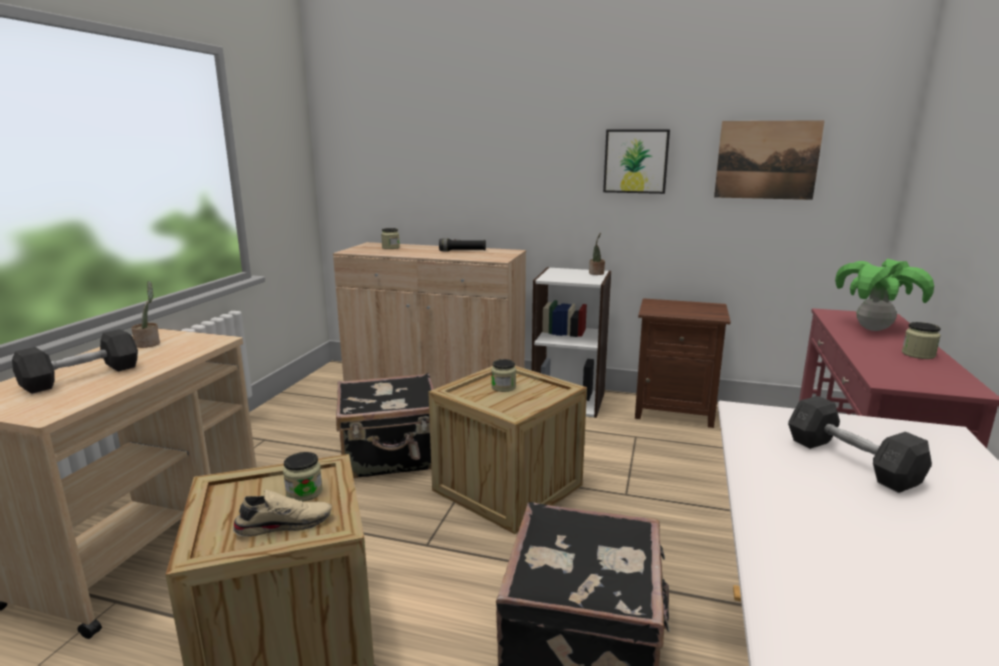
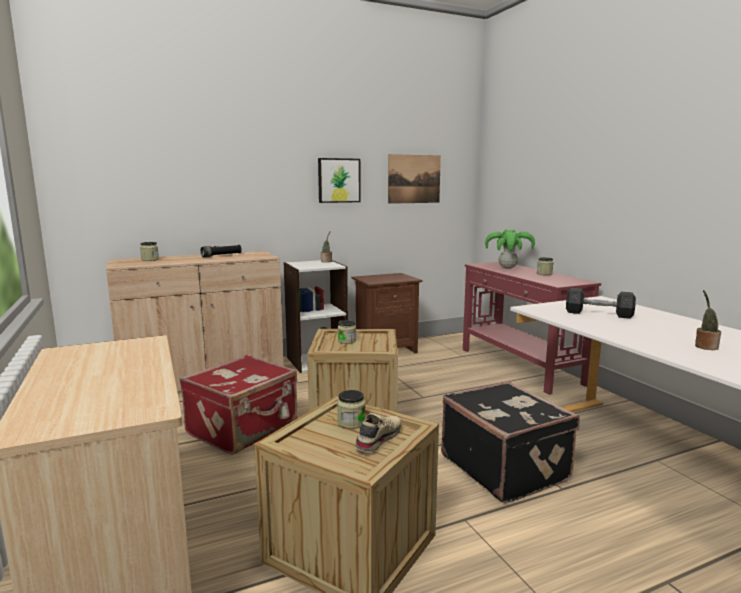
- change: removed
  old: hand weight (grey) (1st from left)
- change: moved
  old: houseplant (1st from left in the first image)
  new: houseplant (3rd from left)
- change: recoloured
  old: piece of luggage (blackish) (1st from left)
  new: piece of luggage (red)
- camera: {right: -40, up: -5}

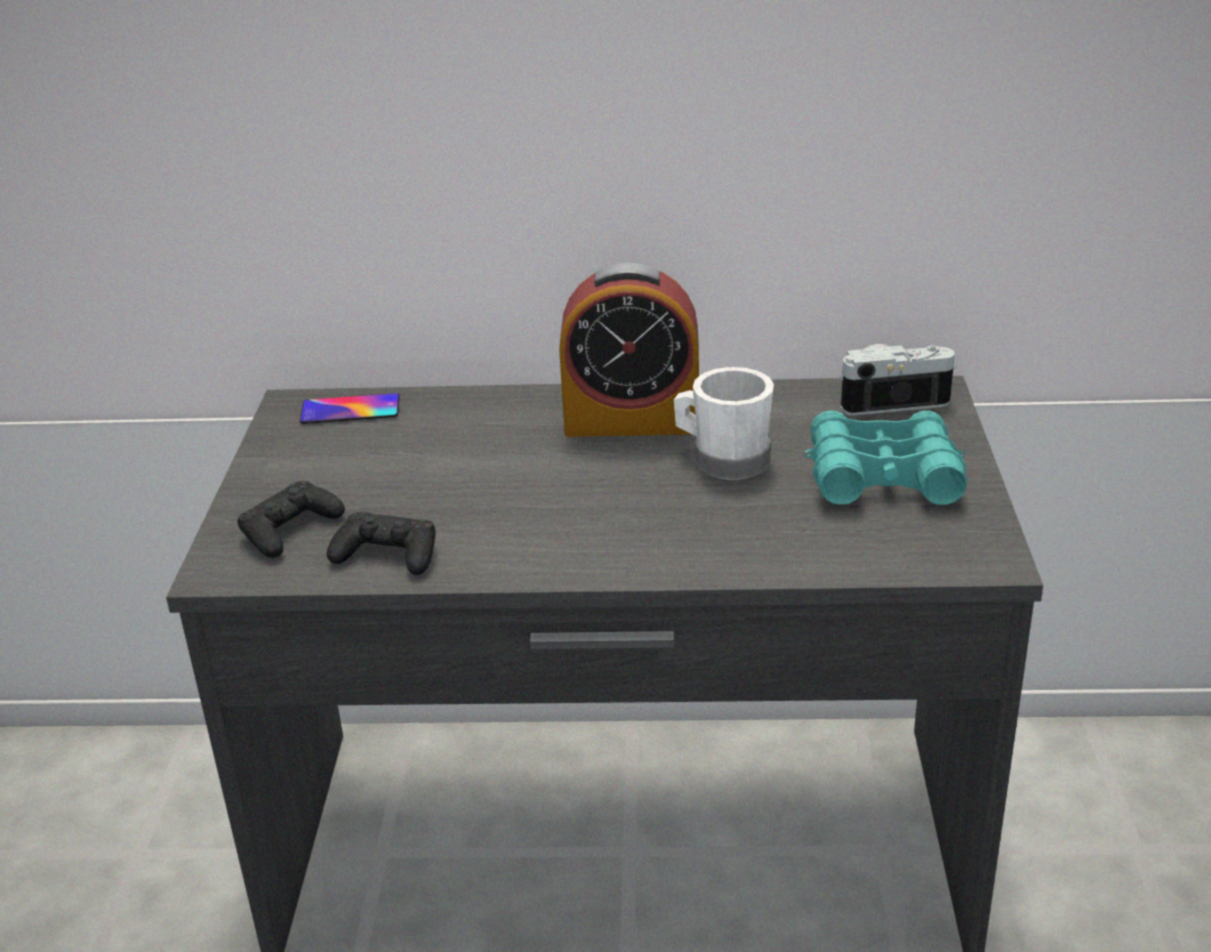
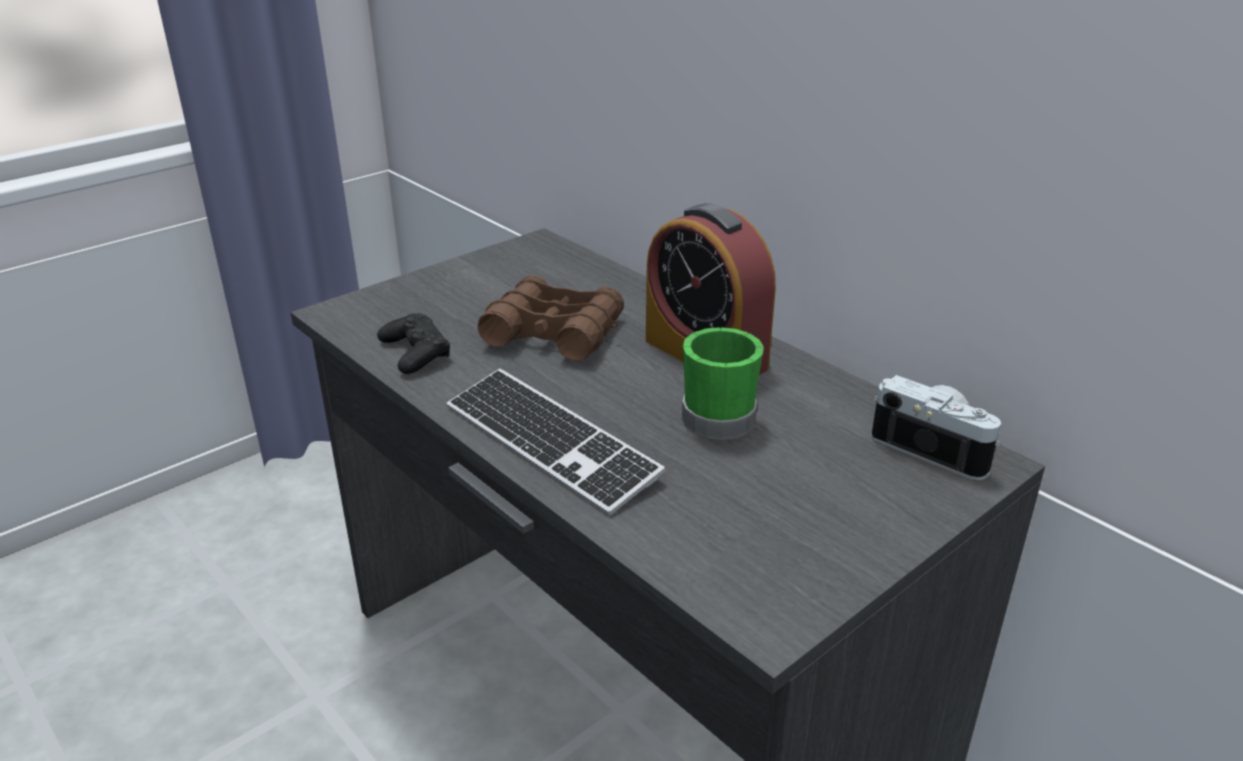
- change: removed
  old: gamepad (blackish) (1st from left)
- change: removed
  old: handset
- change: removed
  old: binoculars (blue-green)
- change: added
  new: computer keyboard
- change: added
  new: binoculars (brownish)
- change: recoloured
  old: tea mug (whitish)
  new: tea mug (green)
- camera: {right: 45, up: 0}

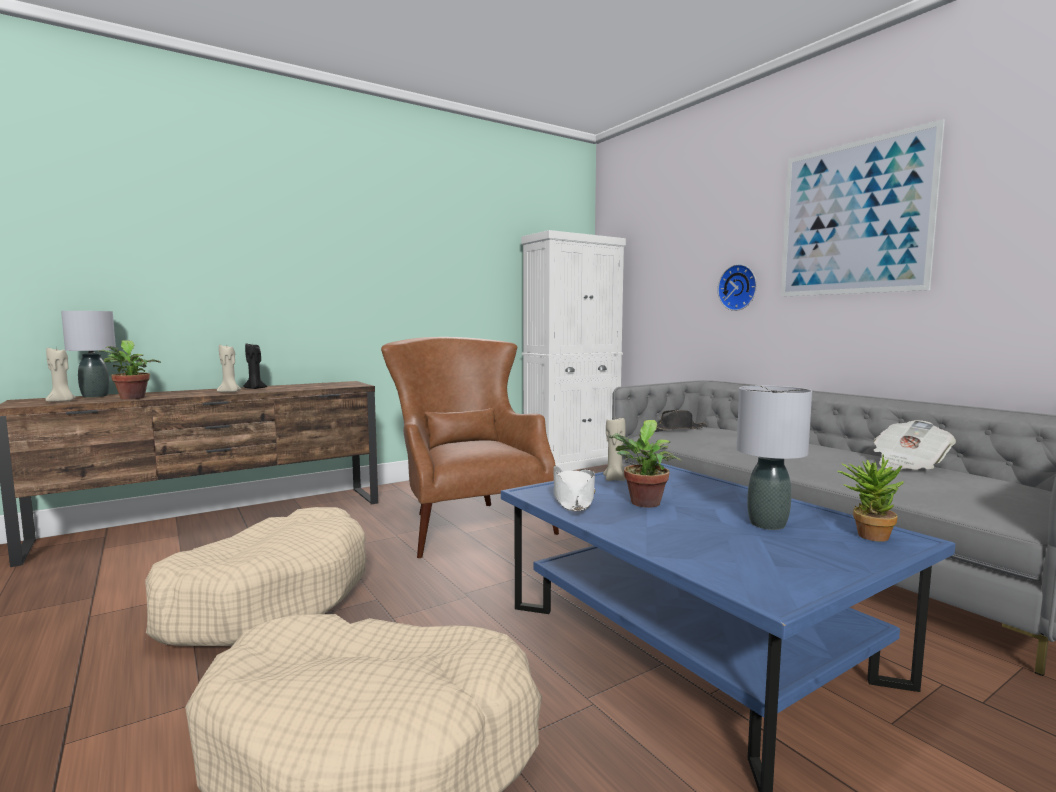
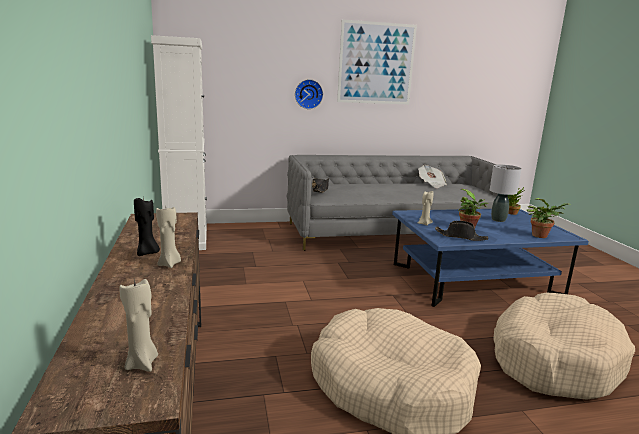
- change: removed
  old: table lamp (grey) (1st from left)
- change: removed
  old: armchair (brownish)
- change: moved
  old: houseplant (1st from left in the first image)
  new: houseplant (3rd from left)
- change: recoloured
  old: wearable hat (whitish)
  new: wearable hat (blackish) (2nd from left)
- camera: {right: -70, up: 10}

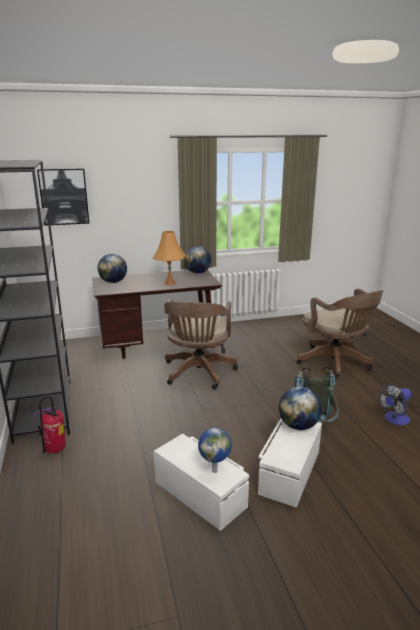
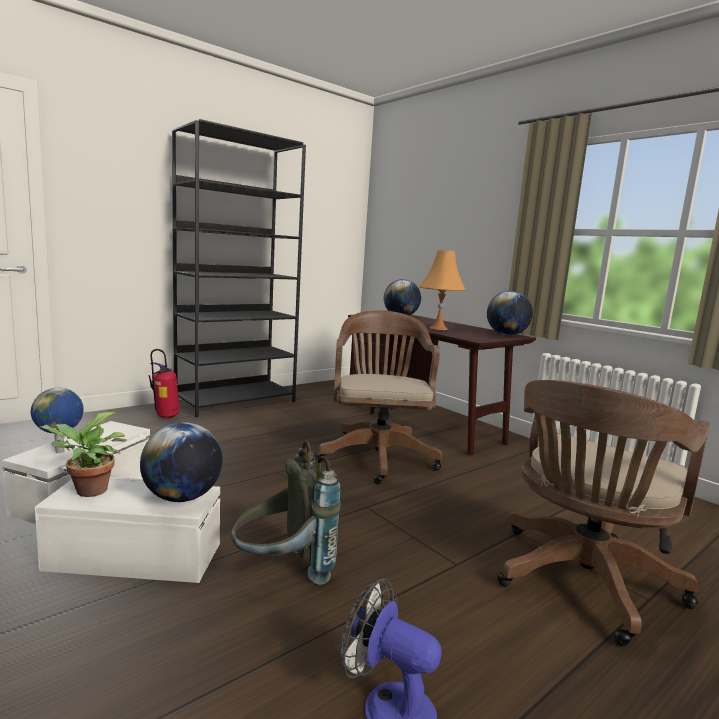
- change: removed
  old: wall picture
- change: added
  new: houseplant
- change: turned
  old: office chair (brownish) (1st from left)
  degrees: 105
- camera: {right: 65, up: -10}

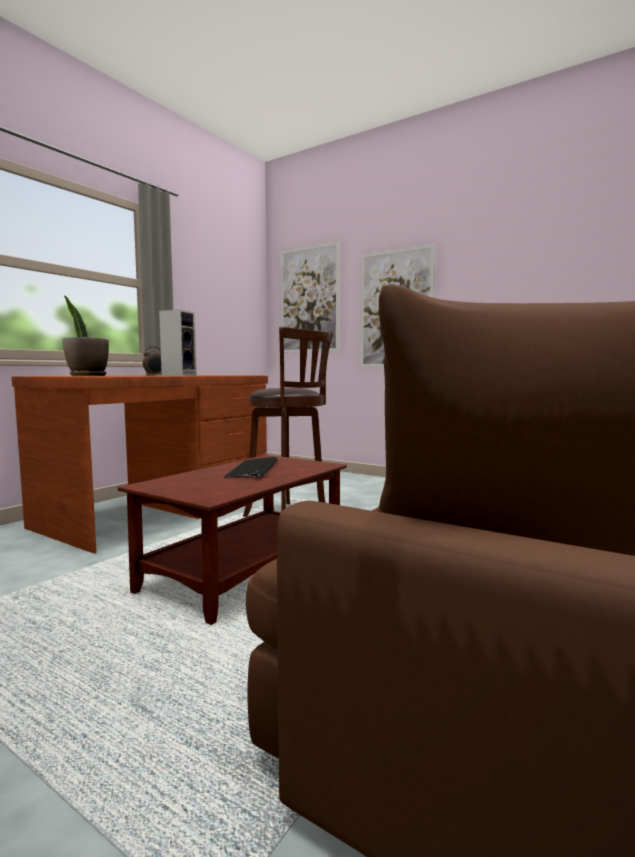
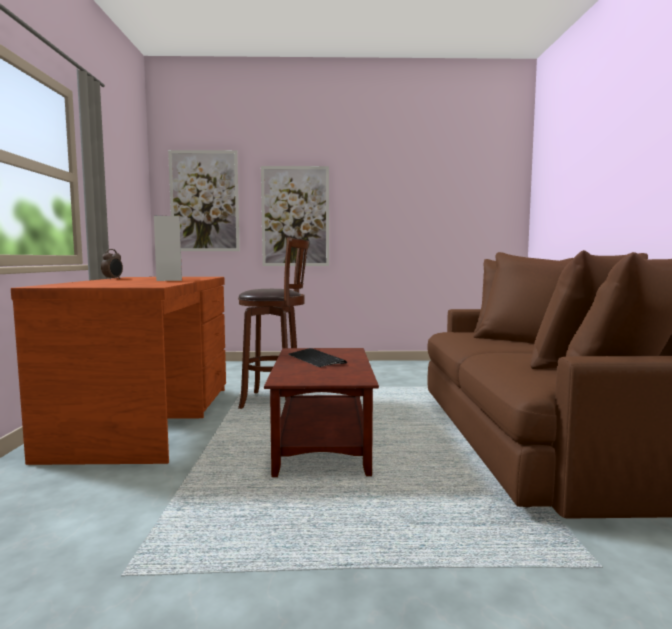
- change: removed
  old: houseplant
- camera: {right: -35, up: 0}

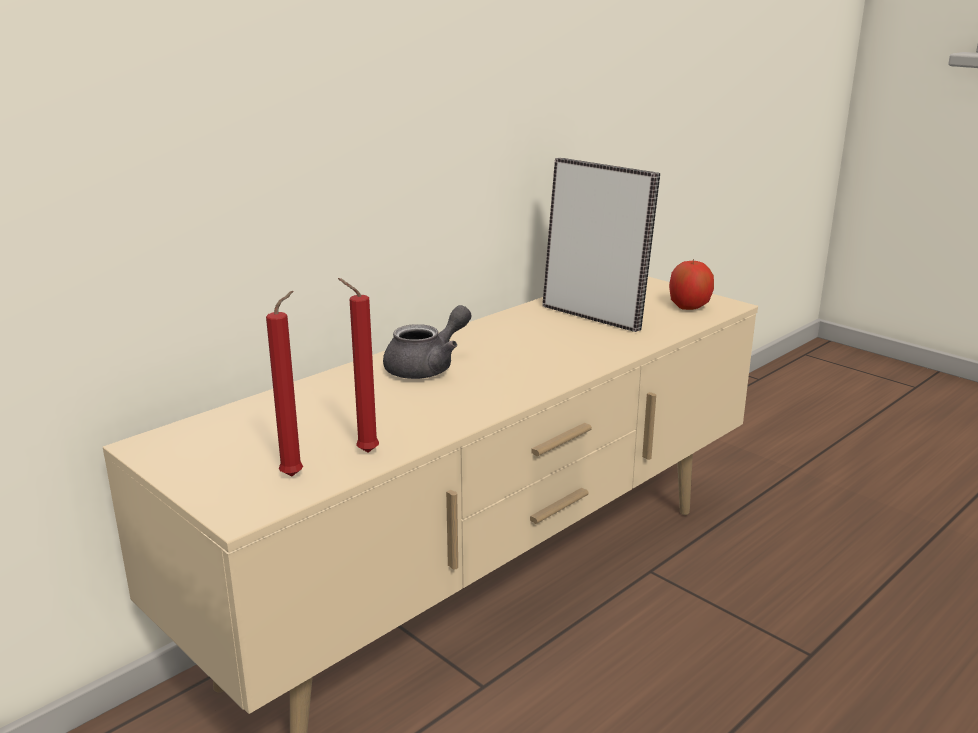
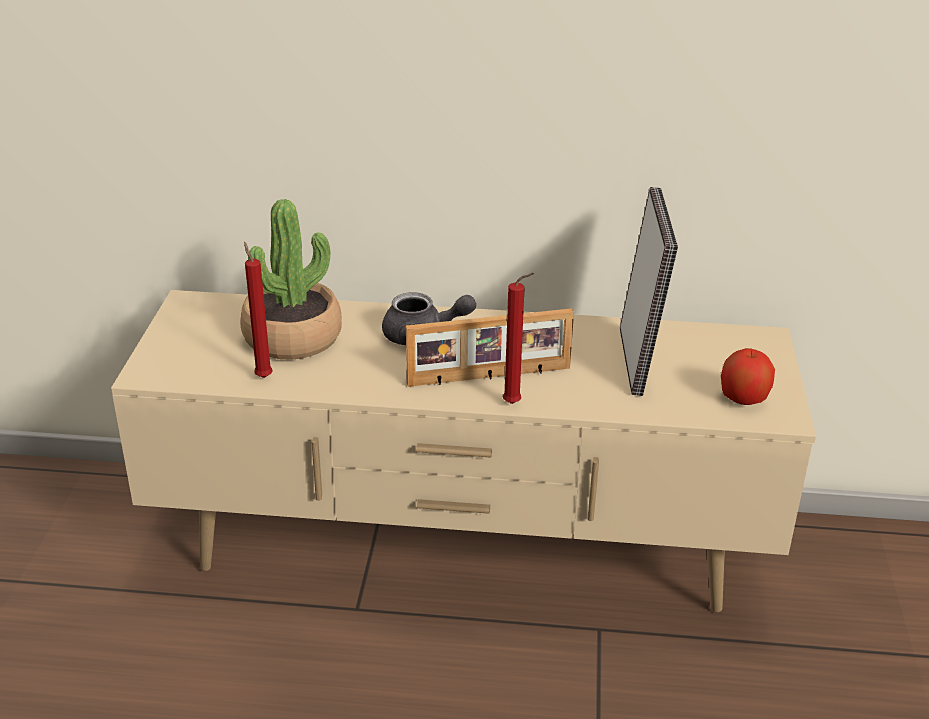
- change: added
  new: houseplant
- change: added
  new: standing frame (1st from left)
- change: moved
  old: candle (red) (1st from left in the first image)
  new: candle (red) (2nd from left)
- camera: {right: 50, up: 10}

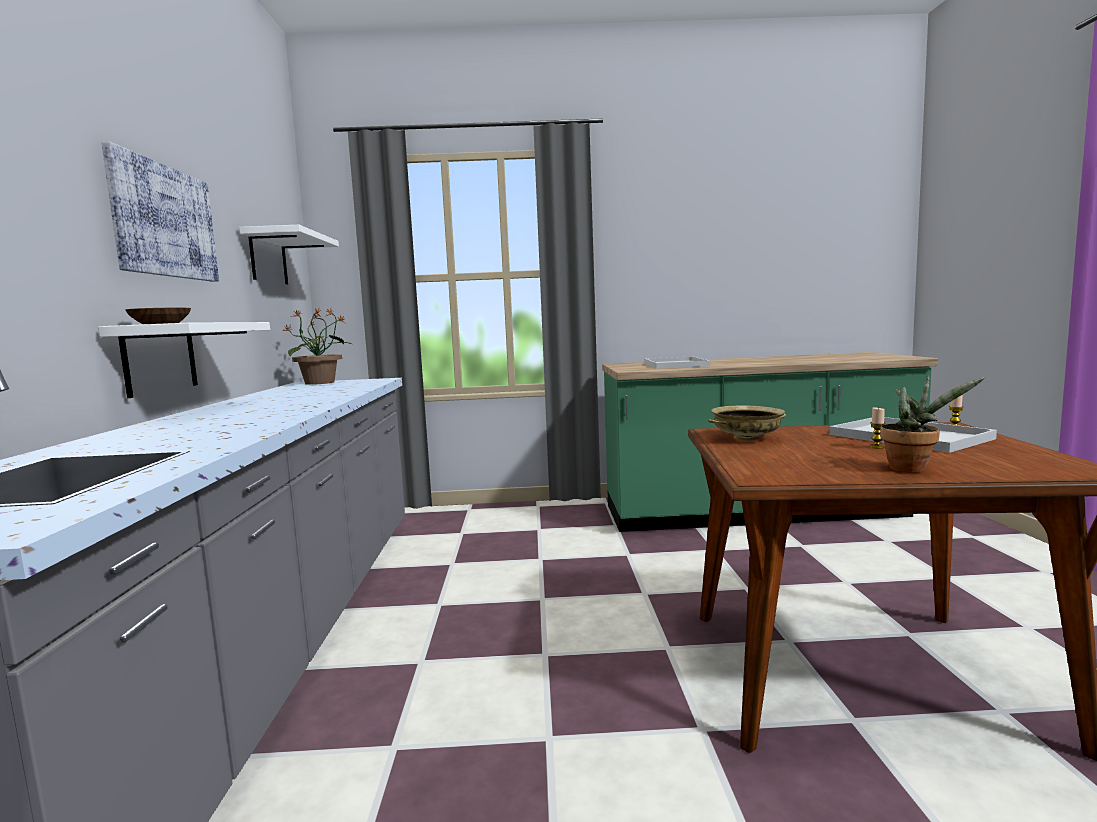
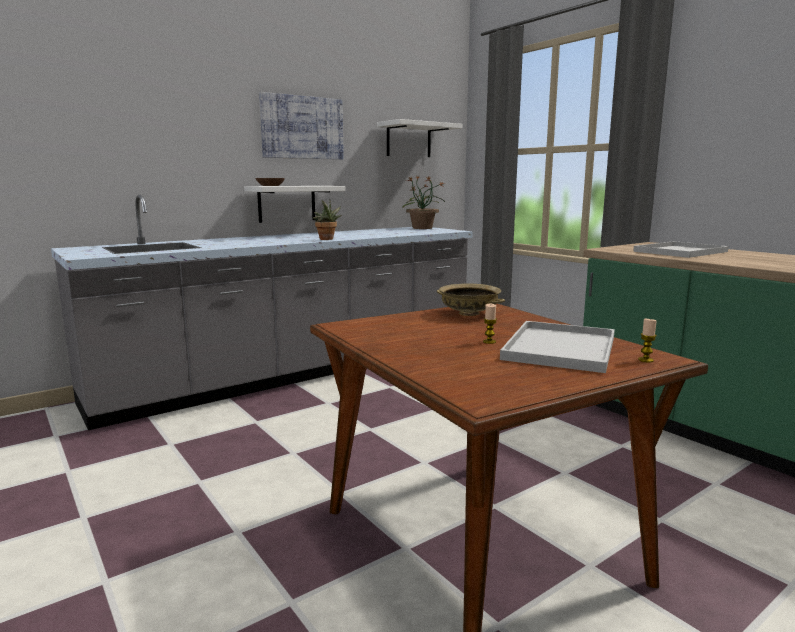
- change: moved
  old: houseplant (2nd from left in the first image)
  new: houseplant (1st from left)
- camera: {right: 55, up: 5}

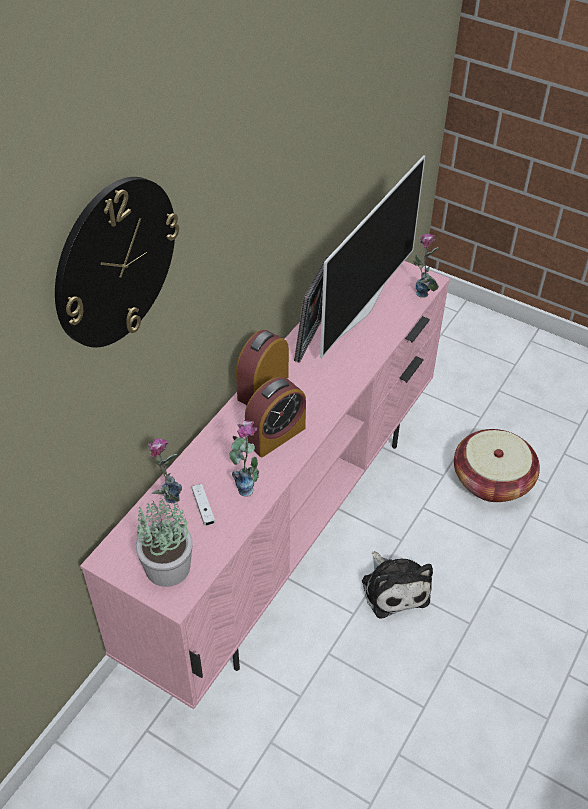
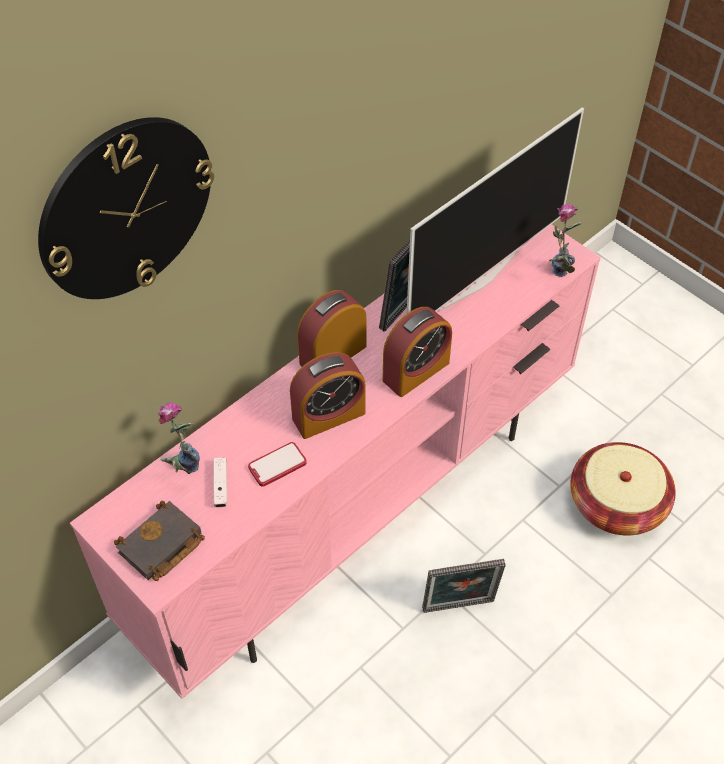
- change: added
  new: bedside clock (3rd from left)
- change: replaced
  old: houseplant
  new: volume (blackish)
- change: replaced
  old: decorative vase (2nd from left)
  new: handset
- change: replaced
  old: plush toy
  new: standing frame (2nd from left)
- camera: {right: 15, up: 5}

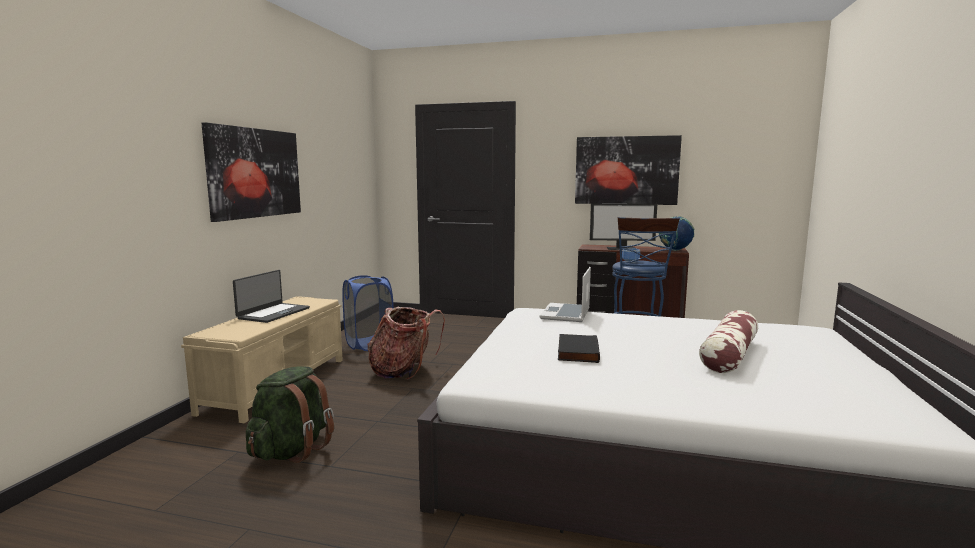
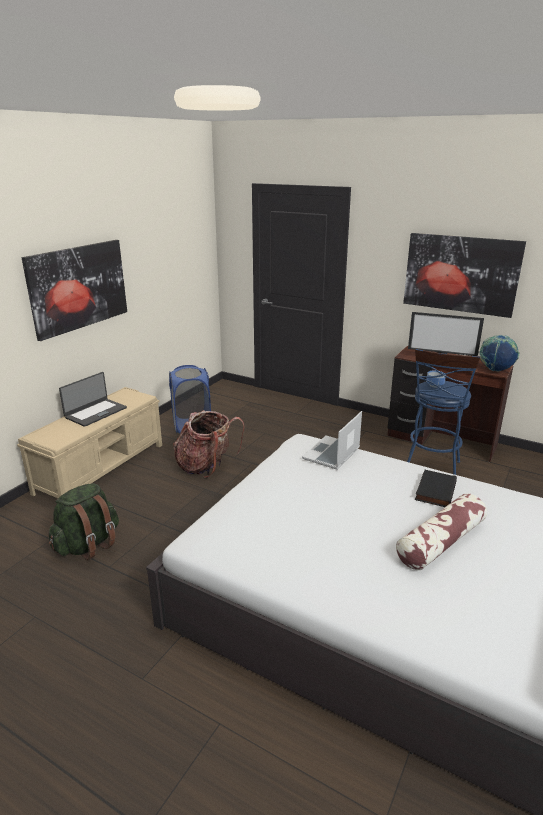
- change: moved
  old: volume (blackish)
- camera: {right: 15, up: 15}

